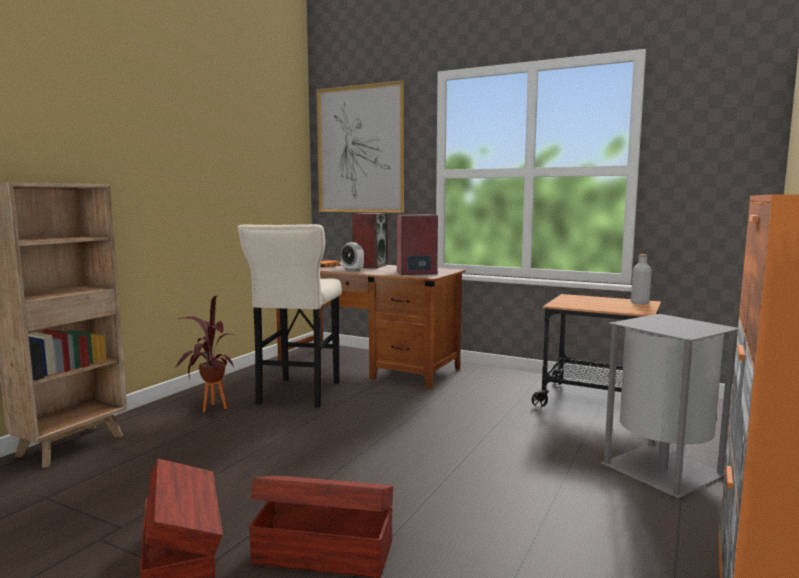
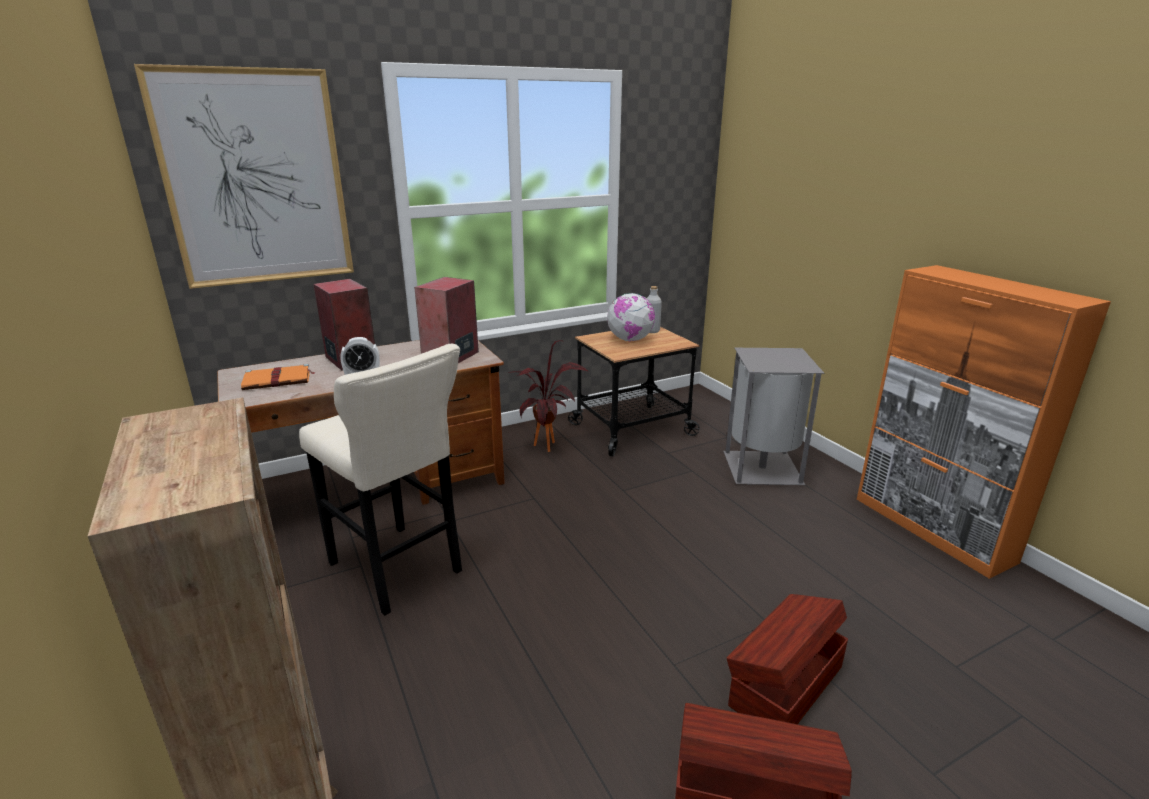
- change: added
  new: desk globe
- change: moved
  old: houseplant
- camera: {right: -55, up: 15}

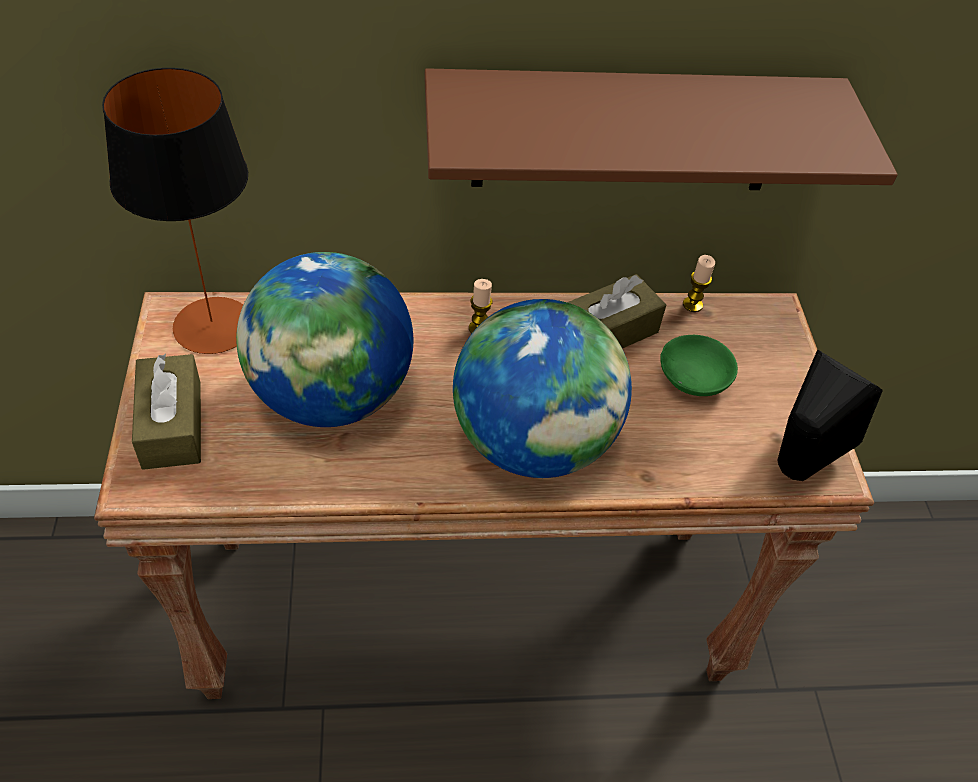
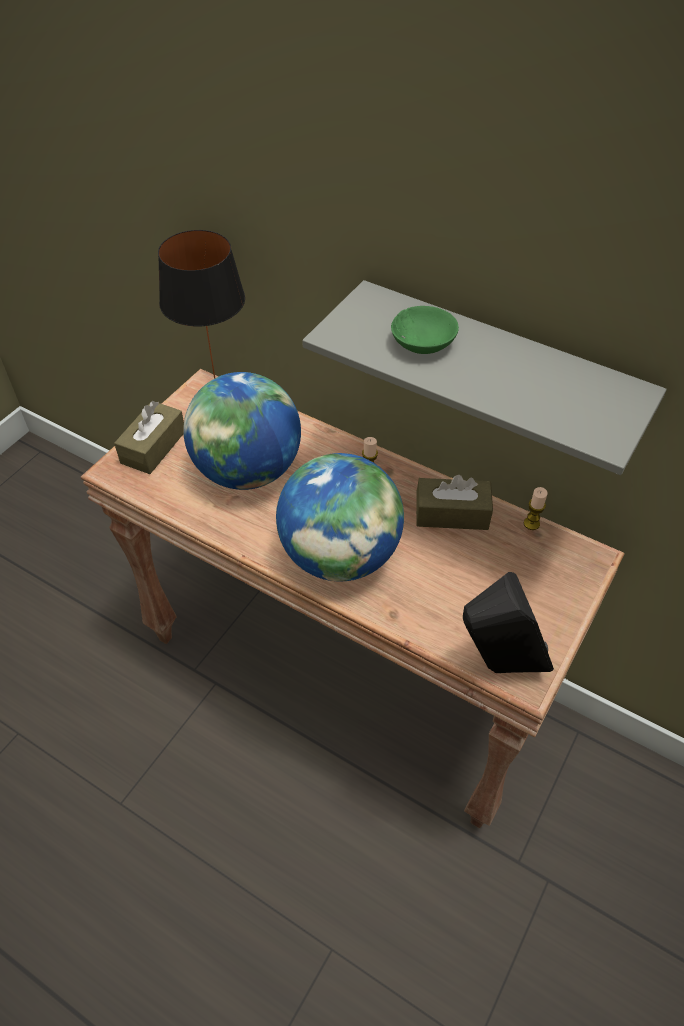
- change: moved
  old: serving bowl (green)
- change: recoloured
  old: bracket shelf (brownish)
  new: bracket shelf (grey)
- camera: {right: 40, up: 0}

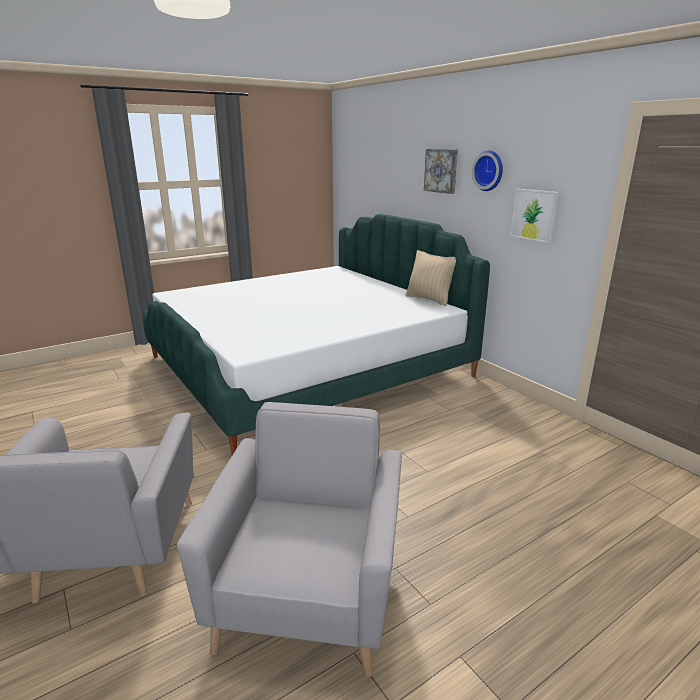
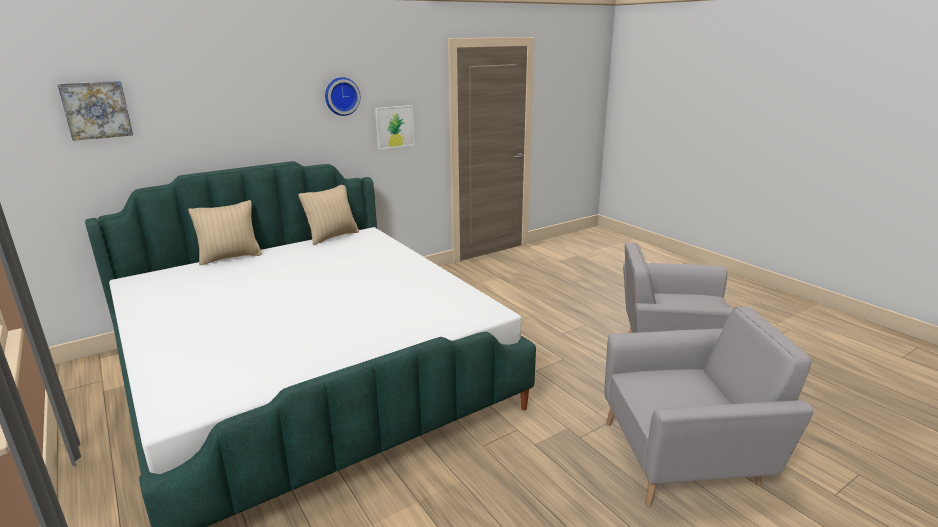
- change: added
  new: cushion (beige) (1st from left)
- change: moved
  old: wall picture (1st from left)
- camera: {right: -90, up: 0}

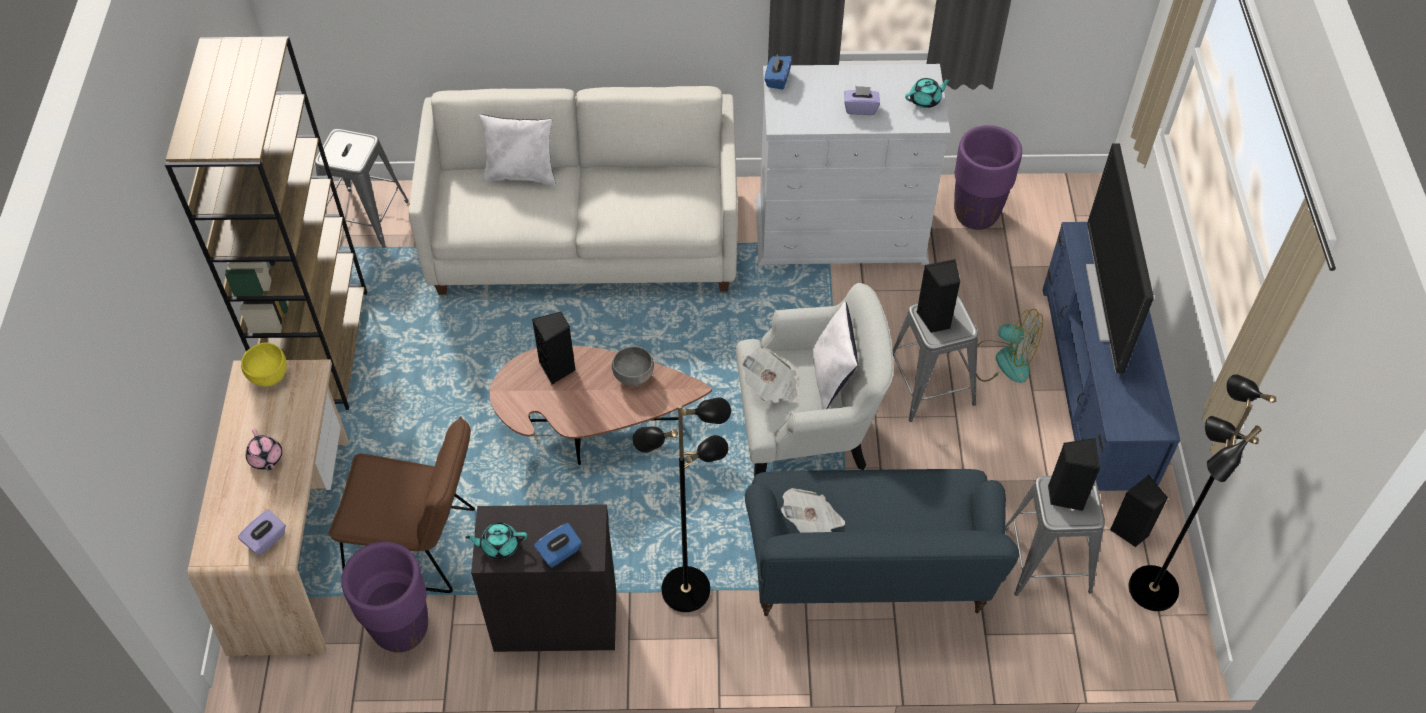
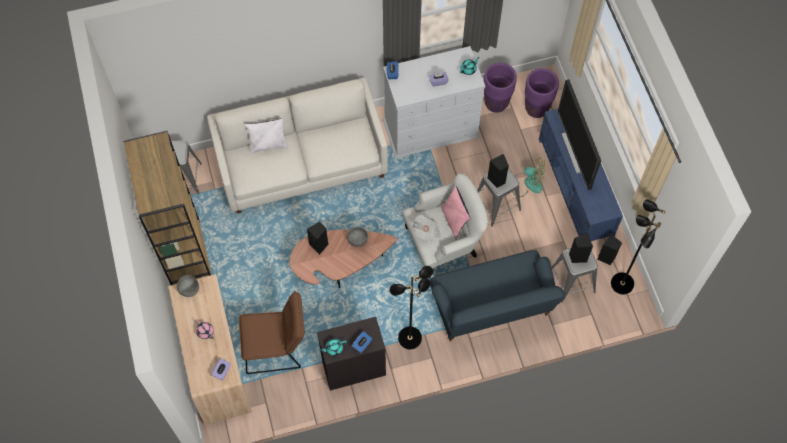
- change: removed
  old: printed paper (2nd from left)
- change: moved
  old: plant pot (purplish) (1st from left in the first image)
  new: plant pot (purplish) (2nd from left)
- change: recoloured
  old: serving bowl (yellow)
  new: serving bowl (grey) (1st from left)
- change: recoloured
  old: cushion (whitish) (2nd from left)
  new: cushion (pink-coloured)
- camera: {right: -15, up: 10}

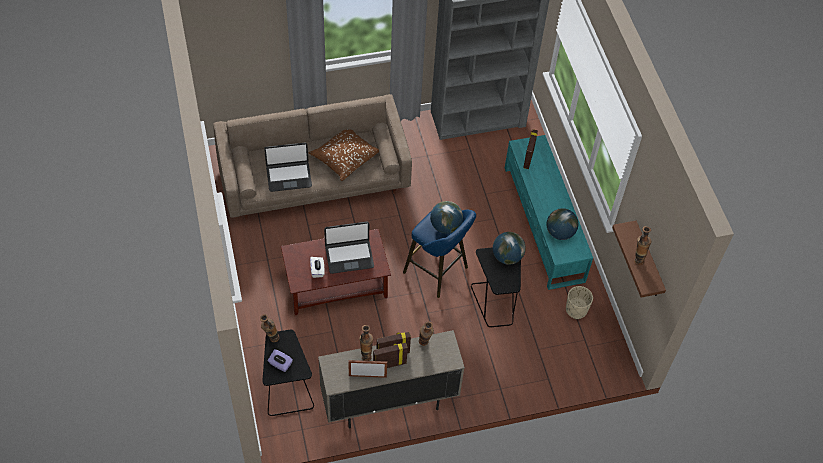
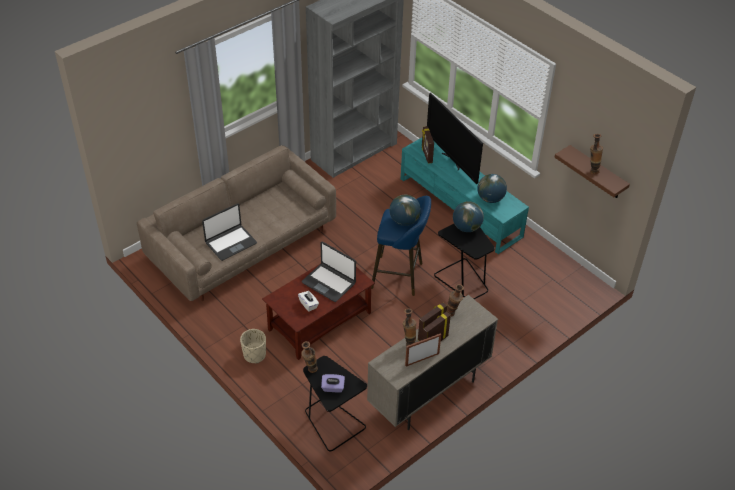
- change: removed
  old: cushion (brownish)
- change: added
  new: TV
- change: moved
  old: plant pot (beige)
- change: turned
  old: portable computer (2nd from left)
  degrees: 75
- camera: {right: -25, up: -10}

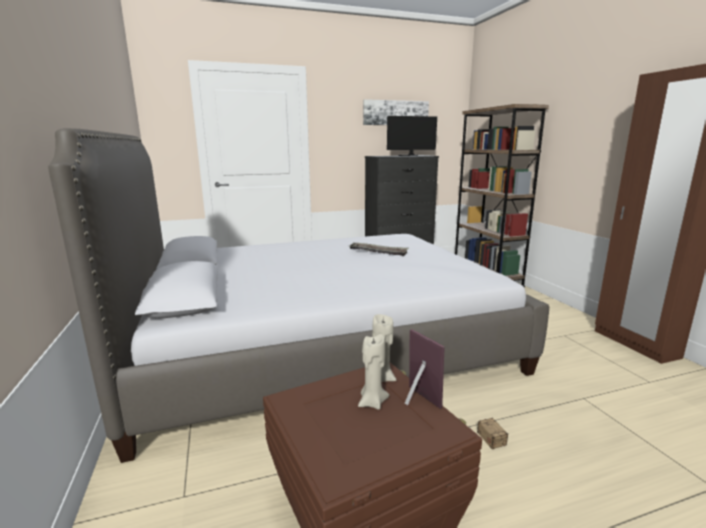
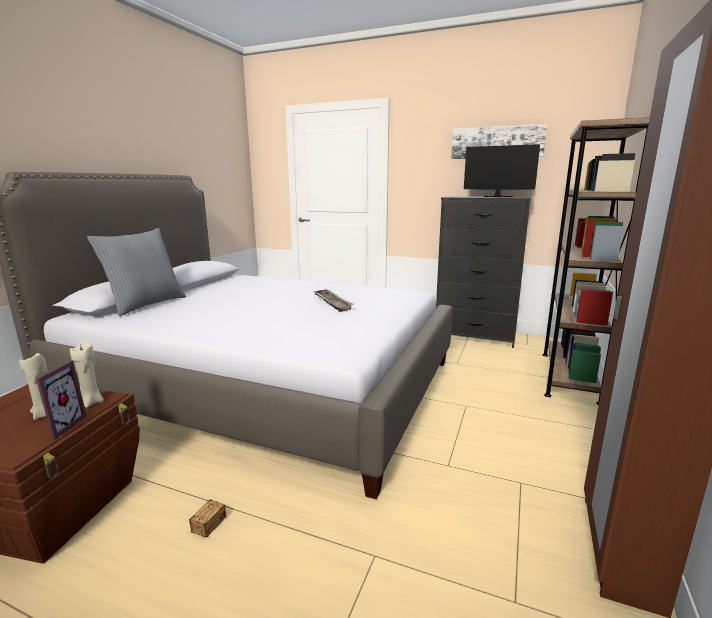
- change: added
  new: cushion (grey)
- camera: {right: 40, up: 0}

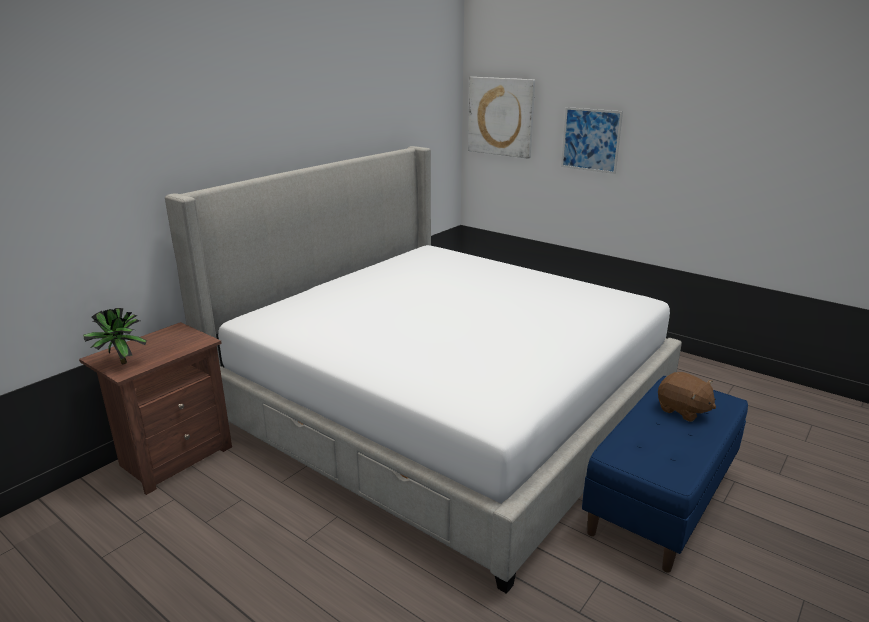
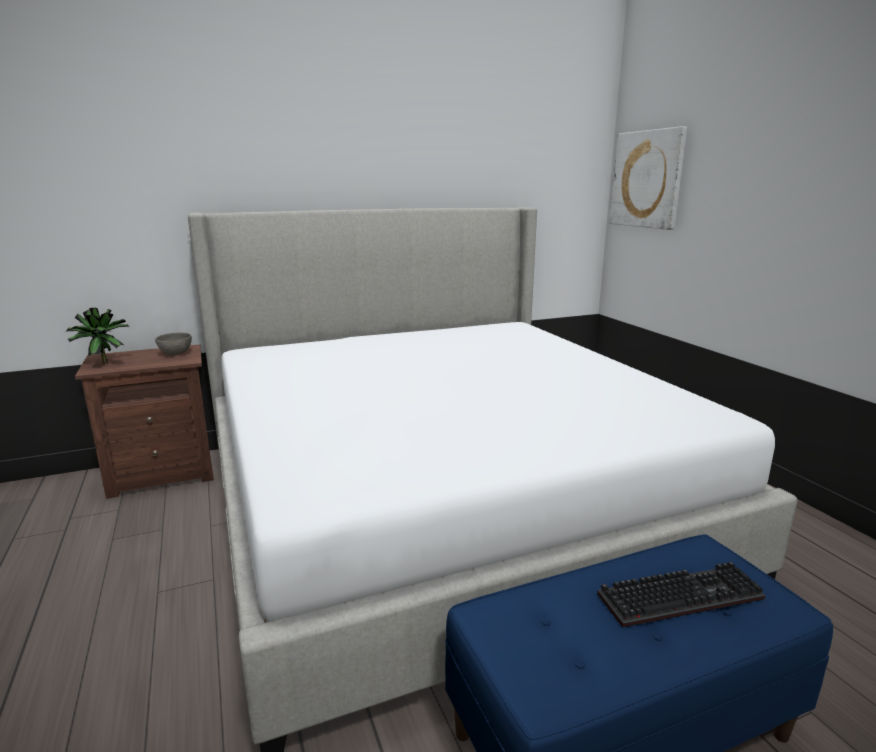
- change: removed
  old: wall picture (2nd from left)
- change: added
  new: serving bowl (grey)
- change: replaced
  old: plush toy (brownish)
  new: computer keyboard
- camera: {right: 30, up: -5}

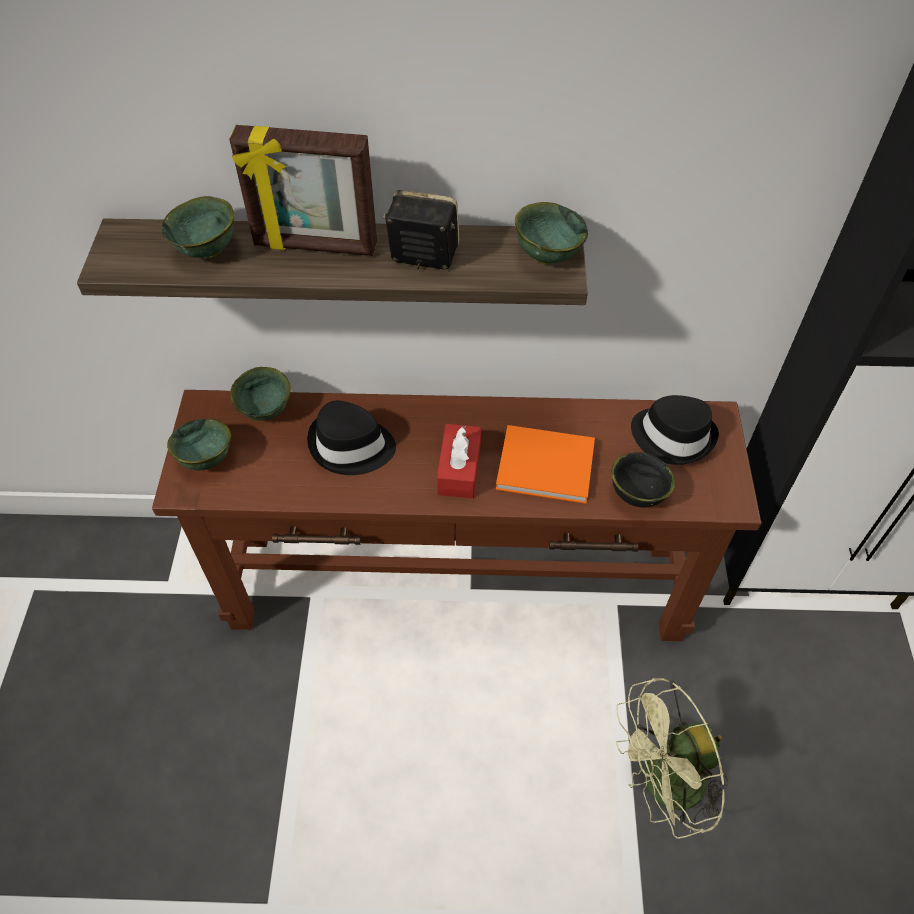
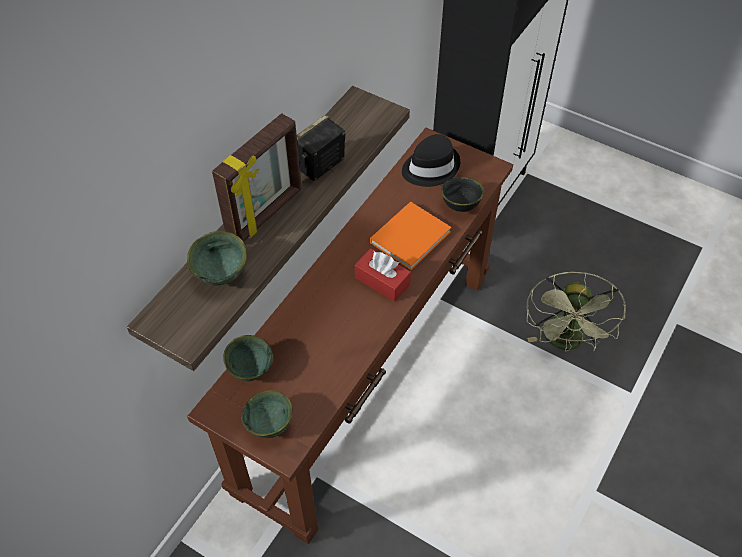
- change: removed
  old: wearable hat (blackish) (1st from left)
- change: removed
  old: serving bowl (green) (4th from left)
- camera: {right: -60, up: 0}

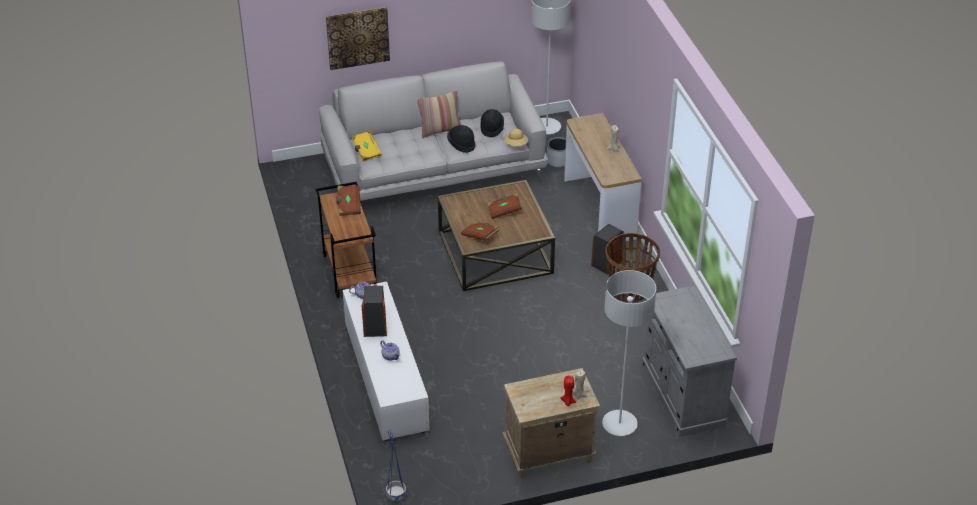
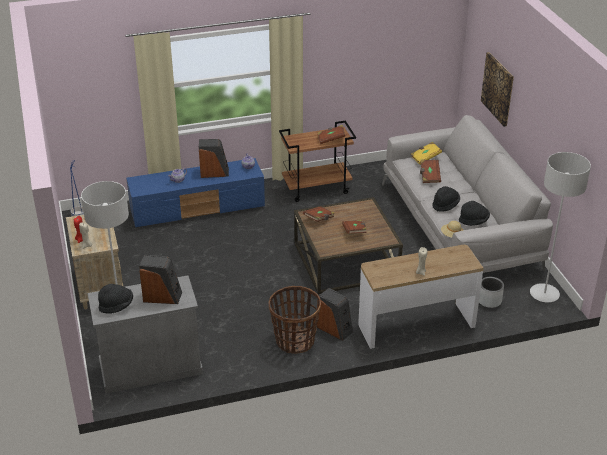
- change: removed
  old: cushion
- change: added
  new: wearable hat (blackish) (1st from left)
- change: added
  new: loudspeaker (1st from left)
- change: added
  new: volume (brownish) (4th from left)
- change: recoloured
  old: tv unit (whitish)
  new: tv unit (bluish)
- camera: {right: 90, up: -5}

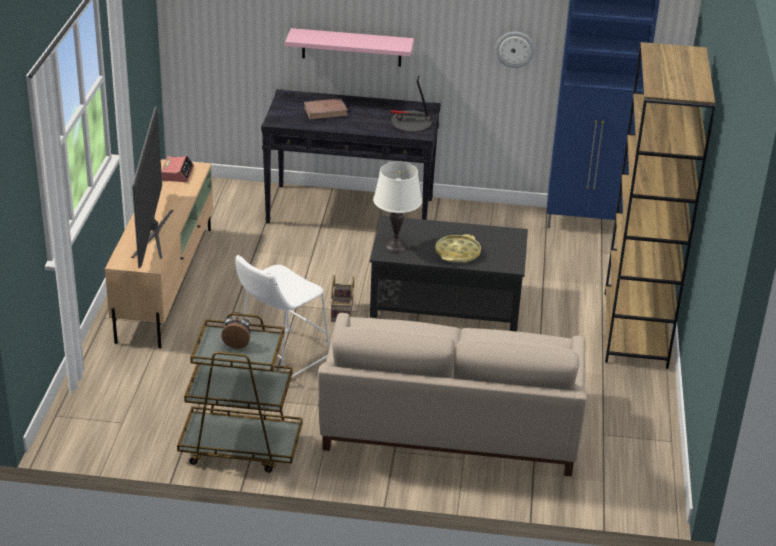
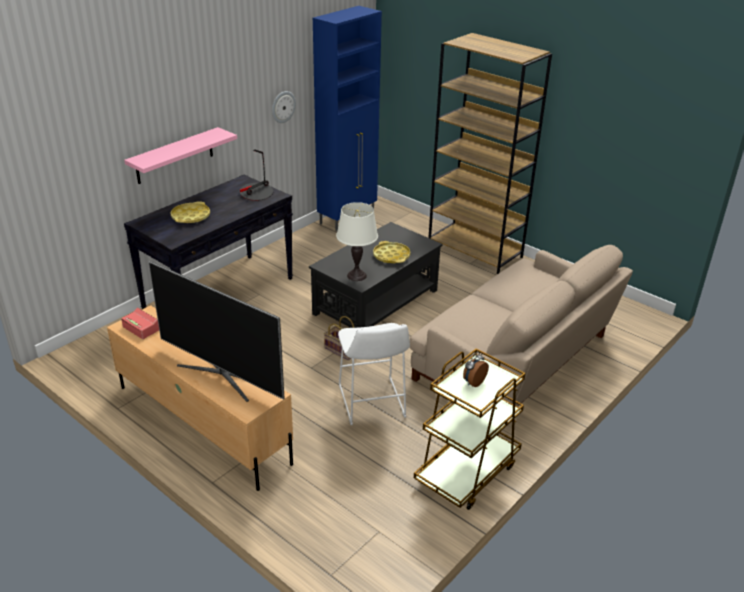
- change: replaced
  old: volume (brownish)
  new: carrying tray (yellow) (1st from left)
- camera: {right: -55, up: 0}

